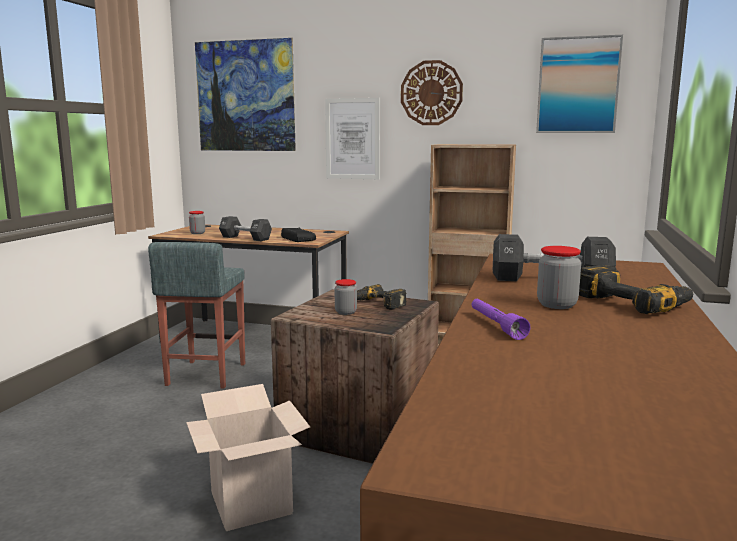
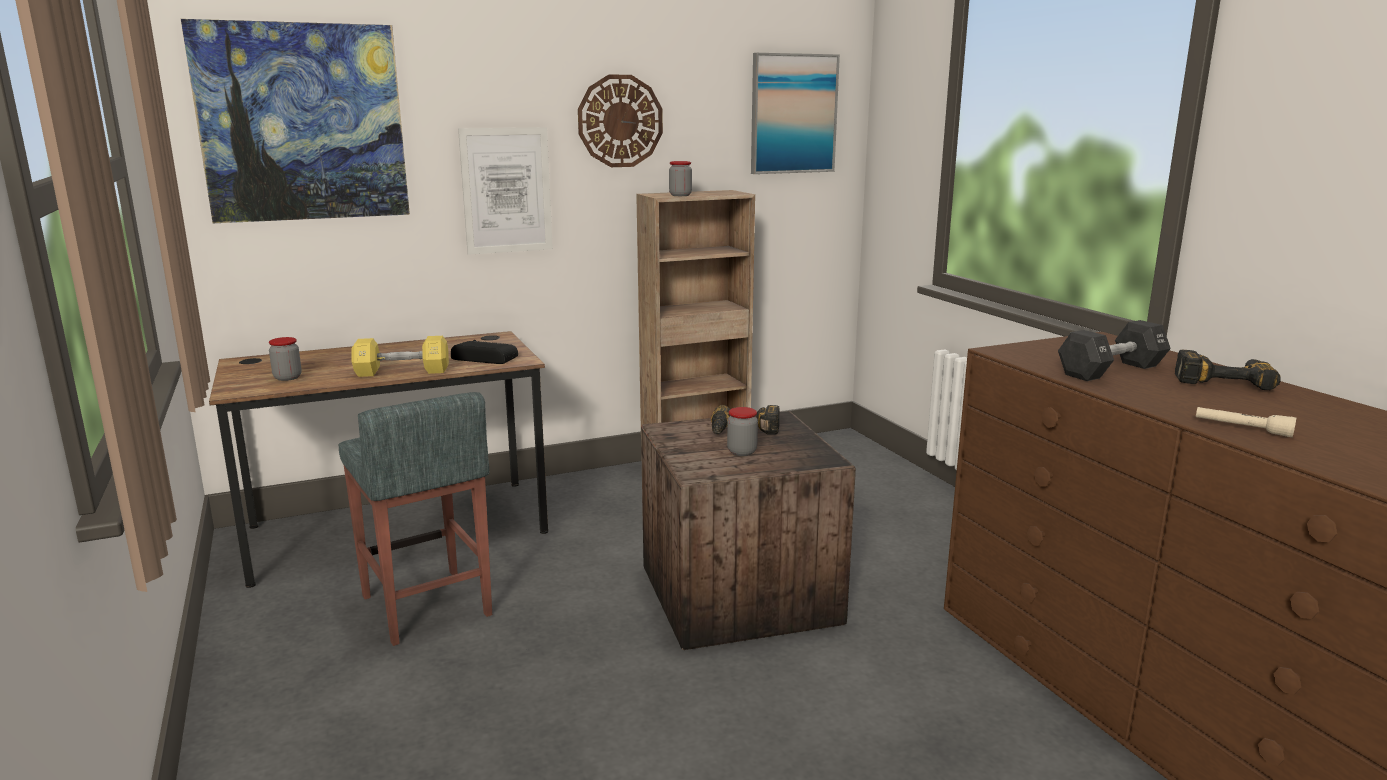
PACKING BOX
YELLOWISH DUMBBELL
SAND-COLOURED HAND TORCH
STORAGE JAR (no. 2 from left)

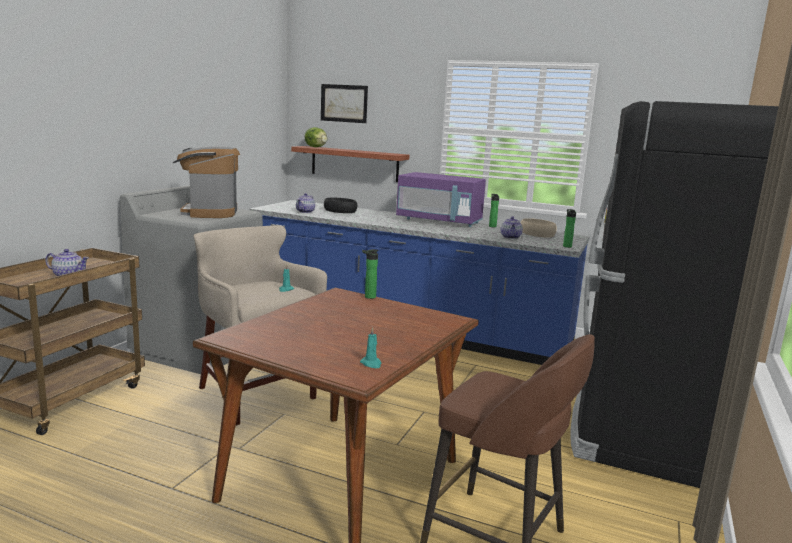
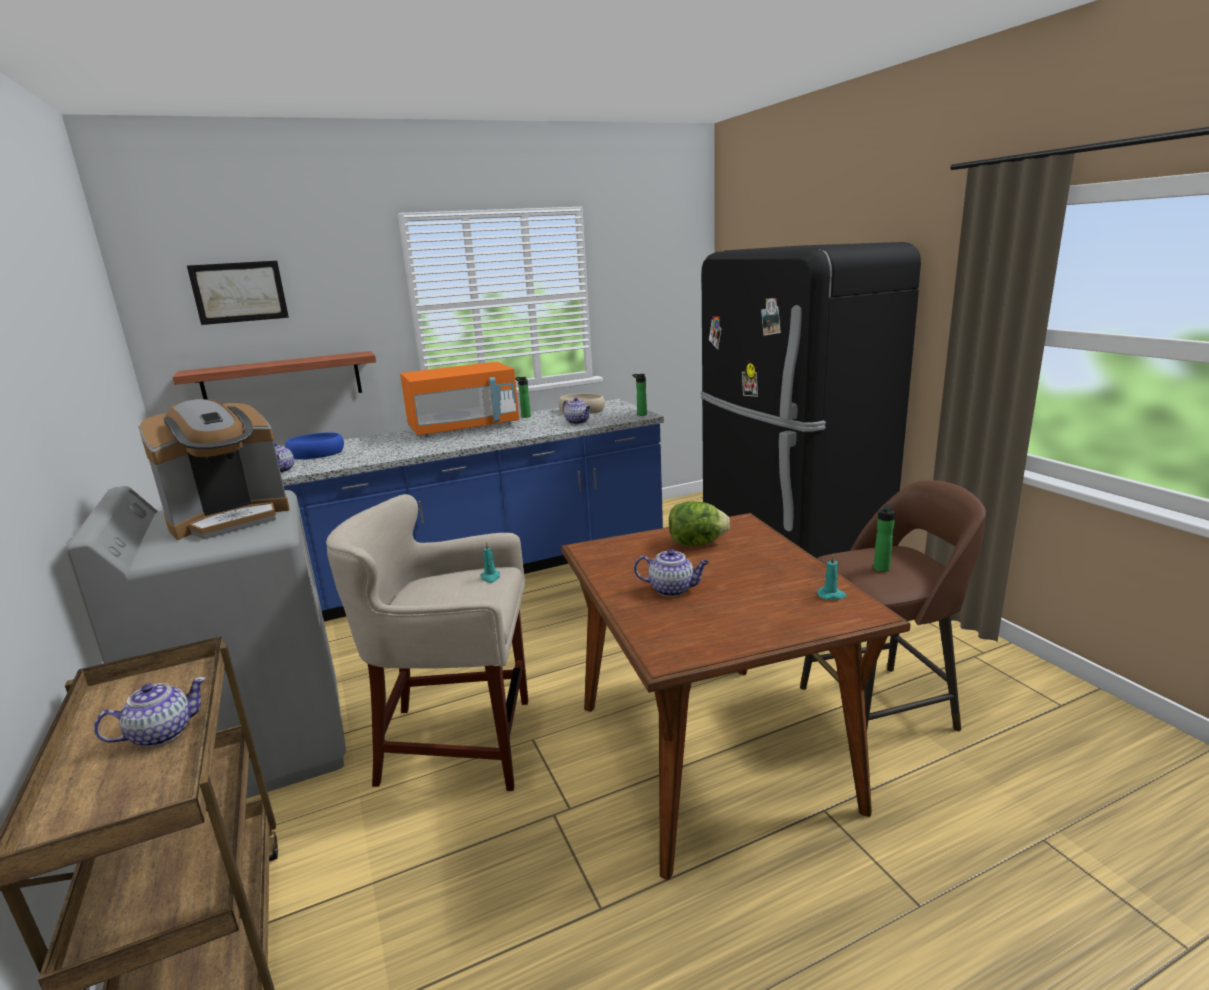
COFFEE MAKER
LETTUCE
BLUE BOWL
BEVERAGE BOTTLE (no. 3 from left)
ORANGE-COLOURED KITCHEN MICROWAVE
TEA POT (no. 4 from left)

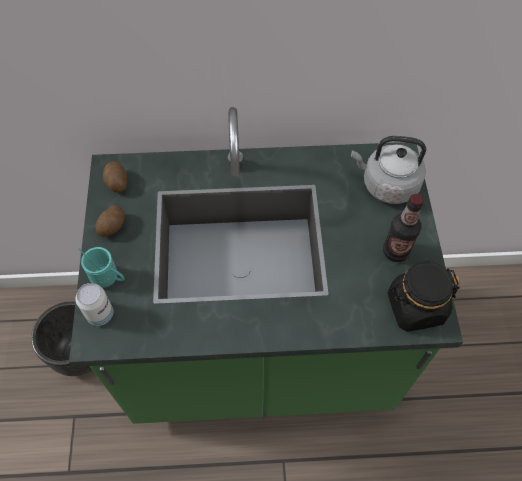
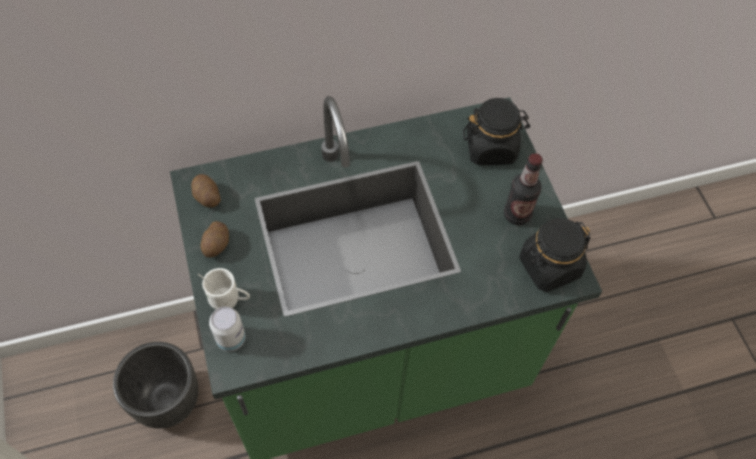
WHITE-COLOURED COFFEE MUG
BLACK STORAGE JAR (no. 1 from left)

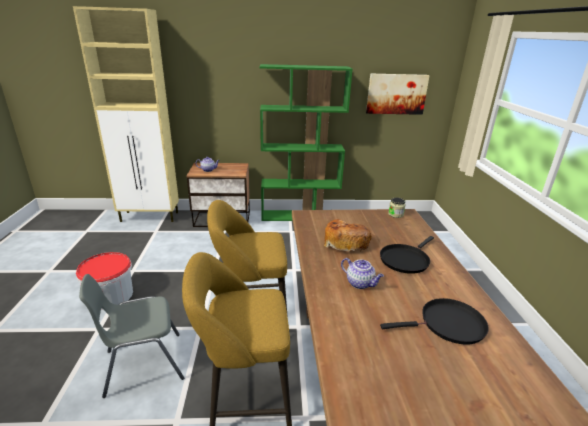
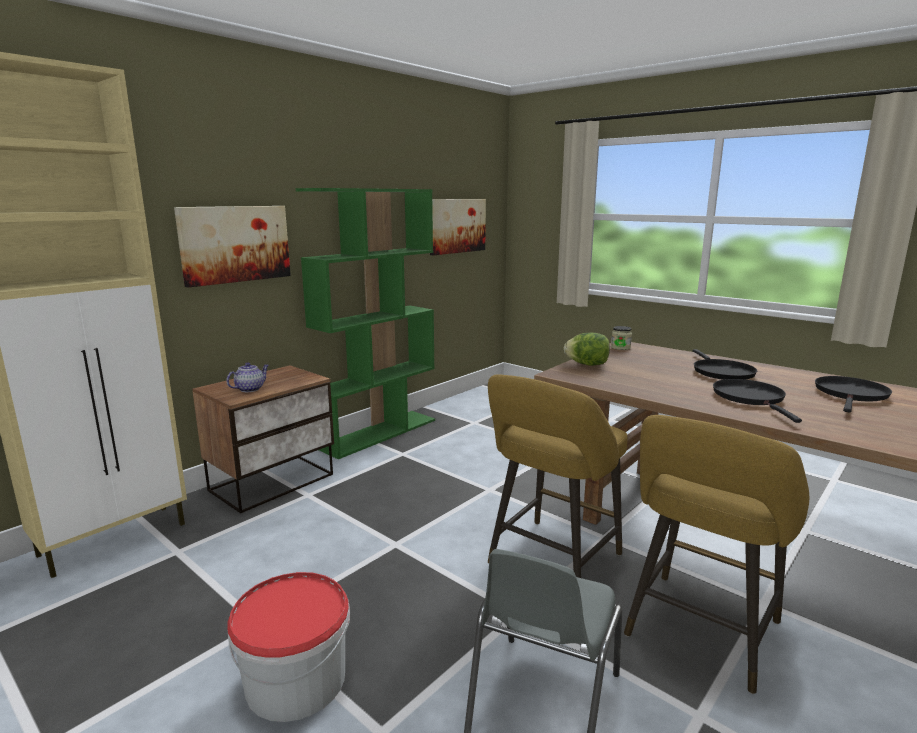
BAKED BREAD
BLACK PAN (no. 2 from left)
WALL PICTURE (no. 1 from left)
LETTUCE

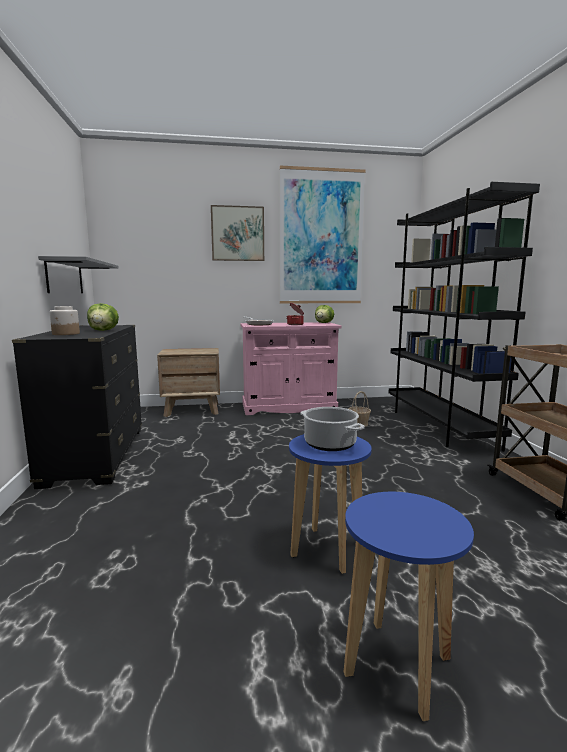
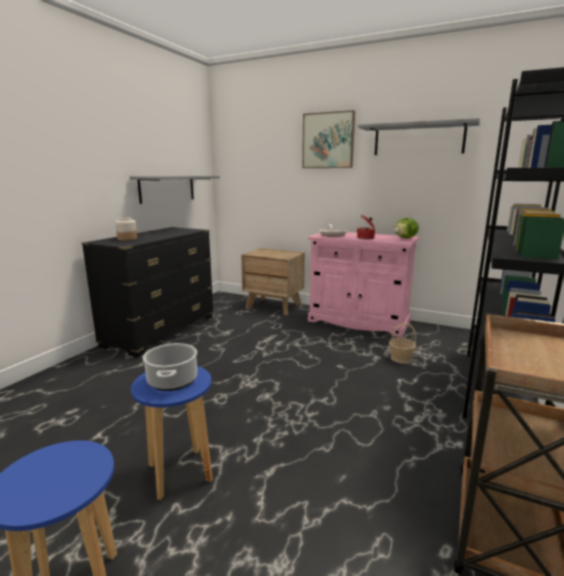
LETTUCE (no. 1 from left in the first image)
GREY SHELF (no. 2 from left)

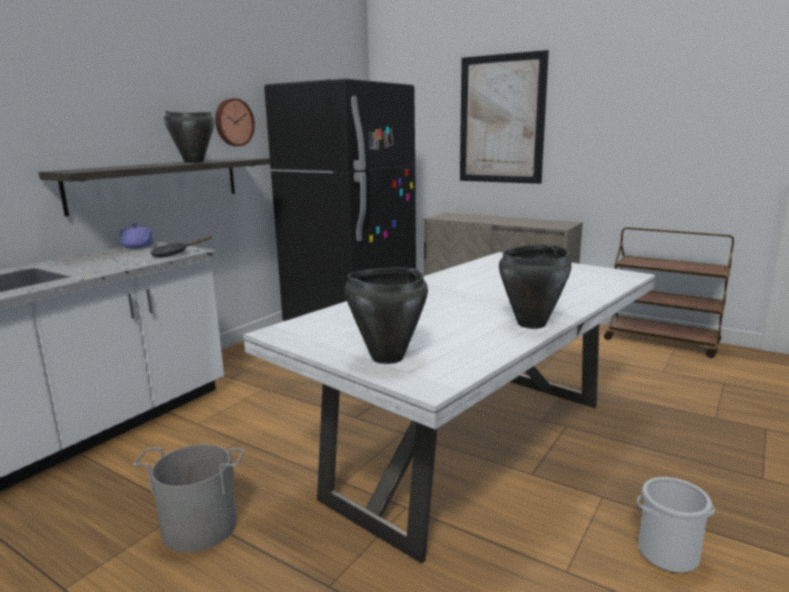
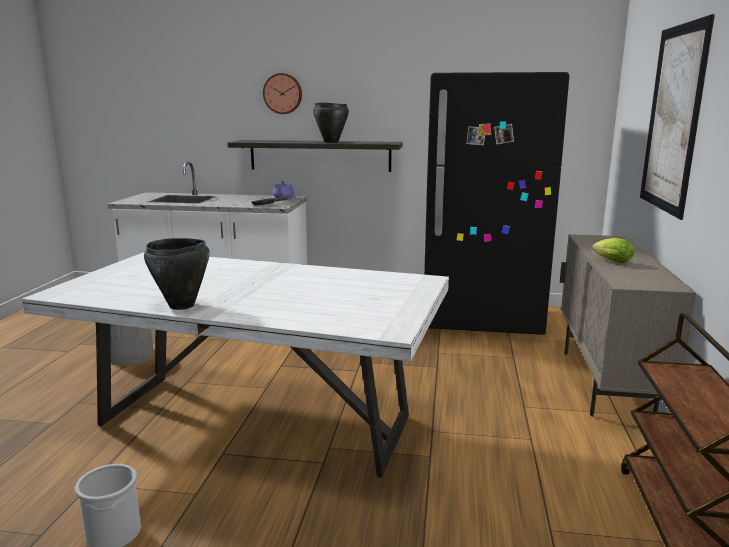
WALL CLOCK
BLACK STOCKPOT (no. 2 from left in the first image)
LETTUCE

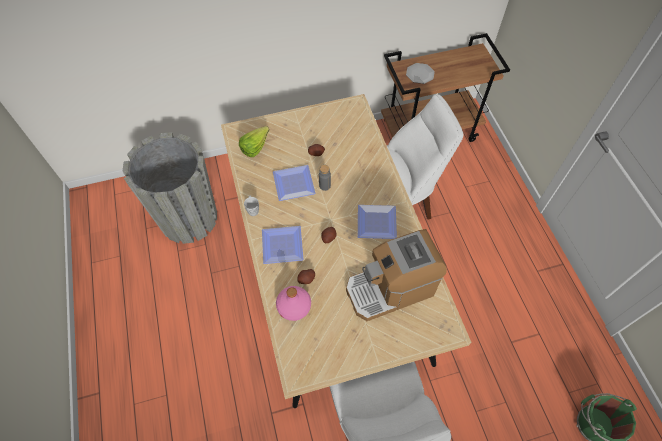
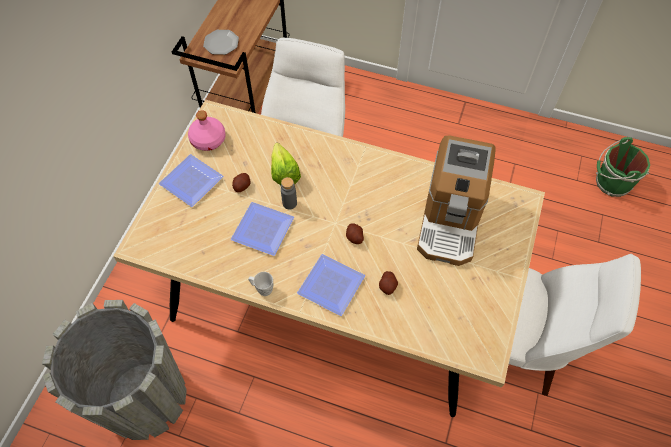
LETTUCE
PINK-COLOURED BEVERAGE BOTTLE
DINNER PLATE (no. 1 from left)

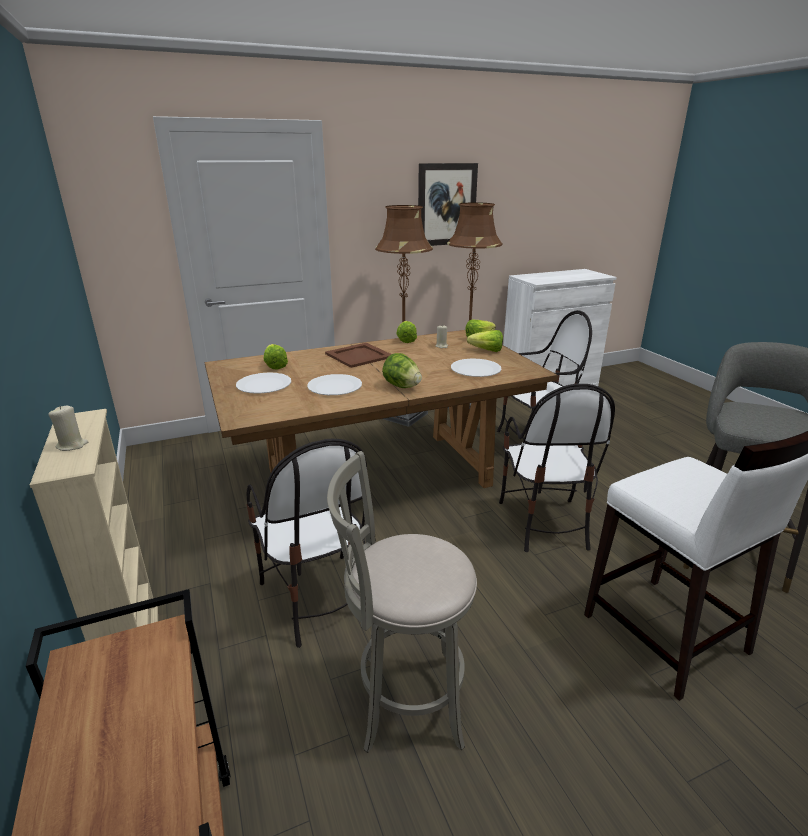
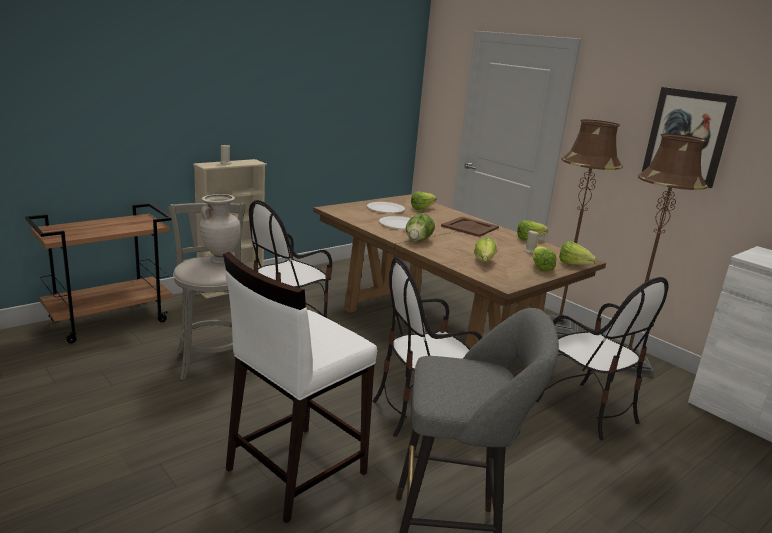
LETTUCE (no. 3 from left)
SAND-COLOURED DECORATIVE VASE

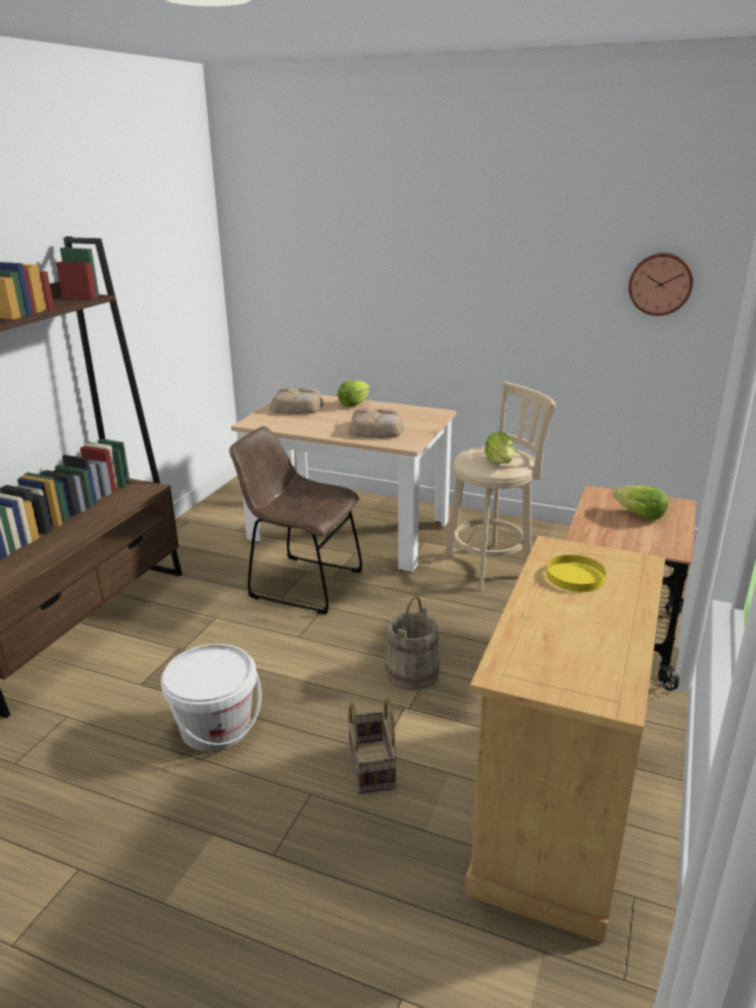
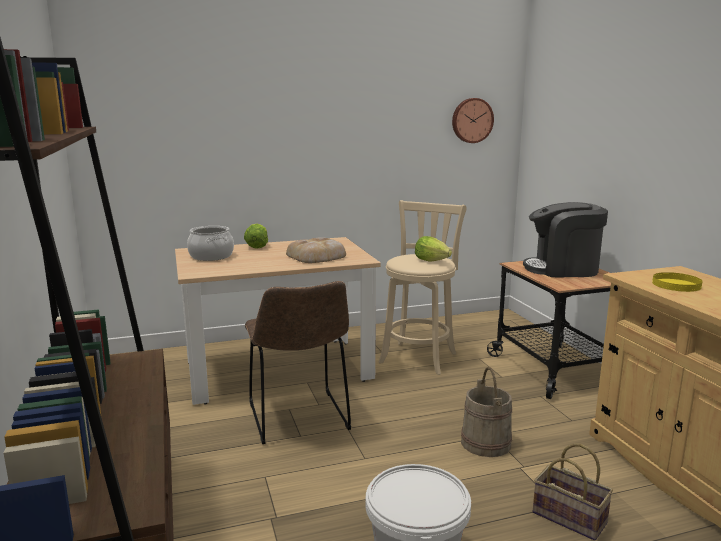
BROWN CHAIR
STOCKPOT
COFFEE MAKER

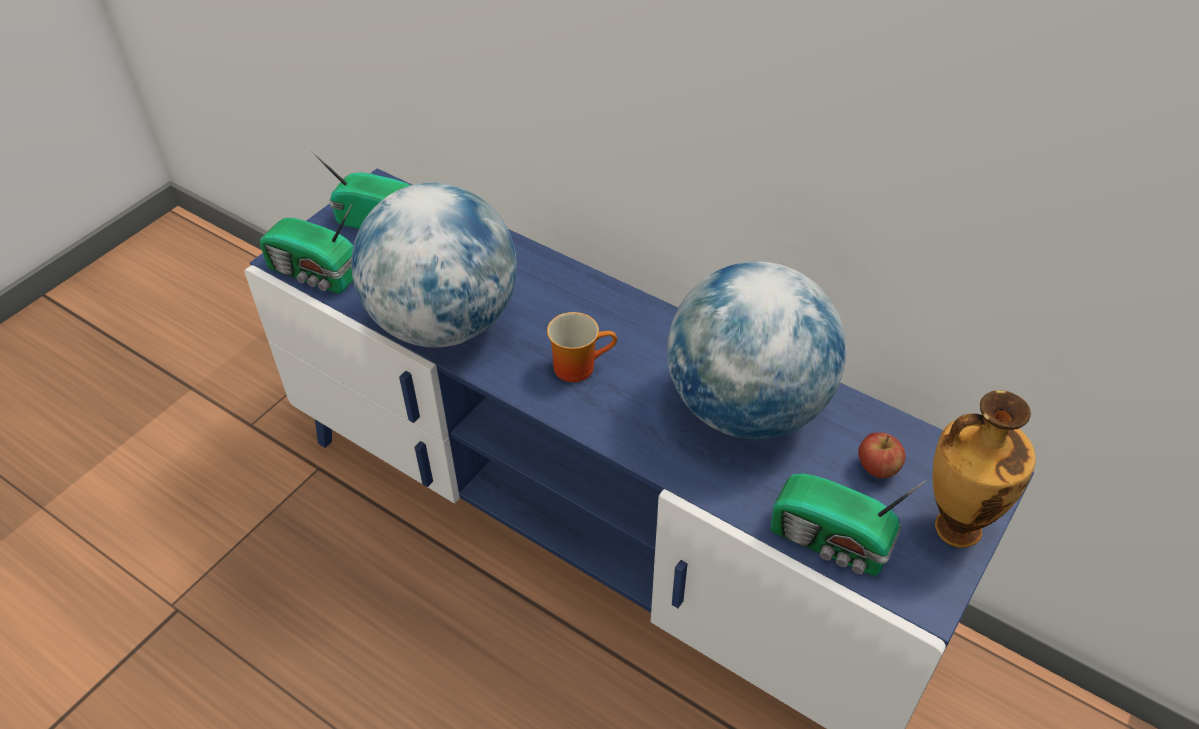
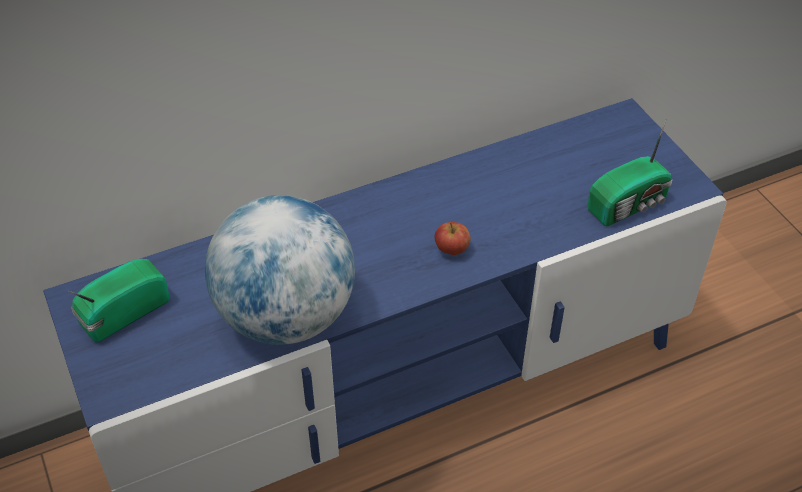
RADIO (no. 1 from left in the first image)
COFFEE MUG
WORLD GLOBE (no. 2 from left in the first image)
APPLE FRUIT
DECORATIVE VASE

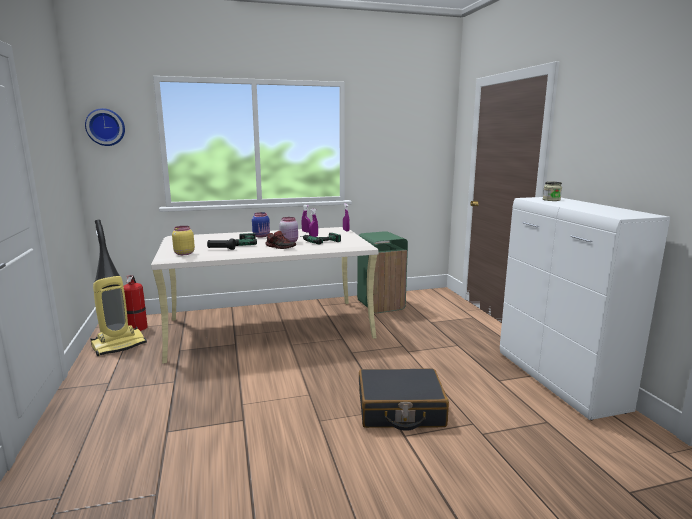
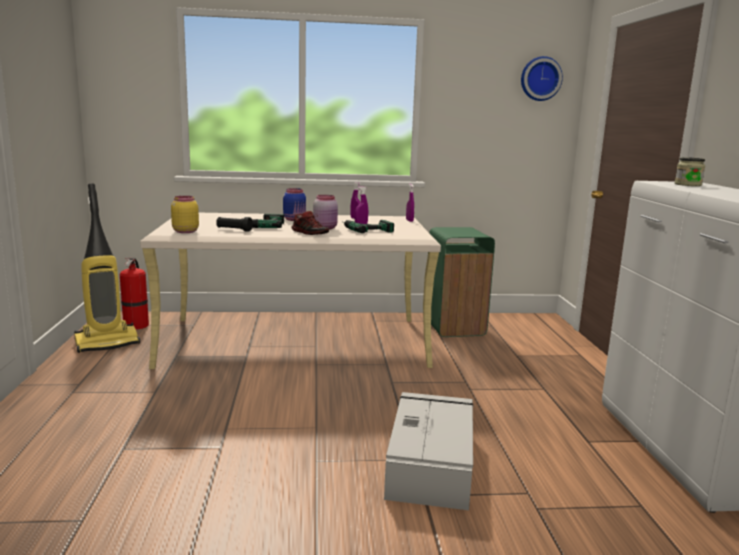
WALL CLOCK
GREY STORAGE CONTAINER

